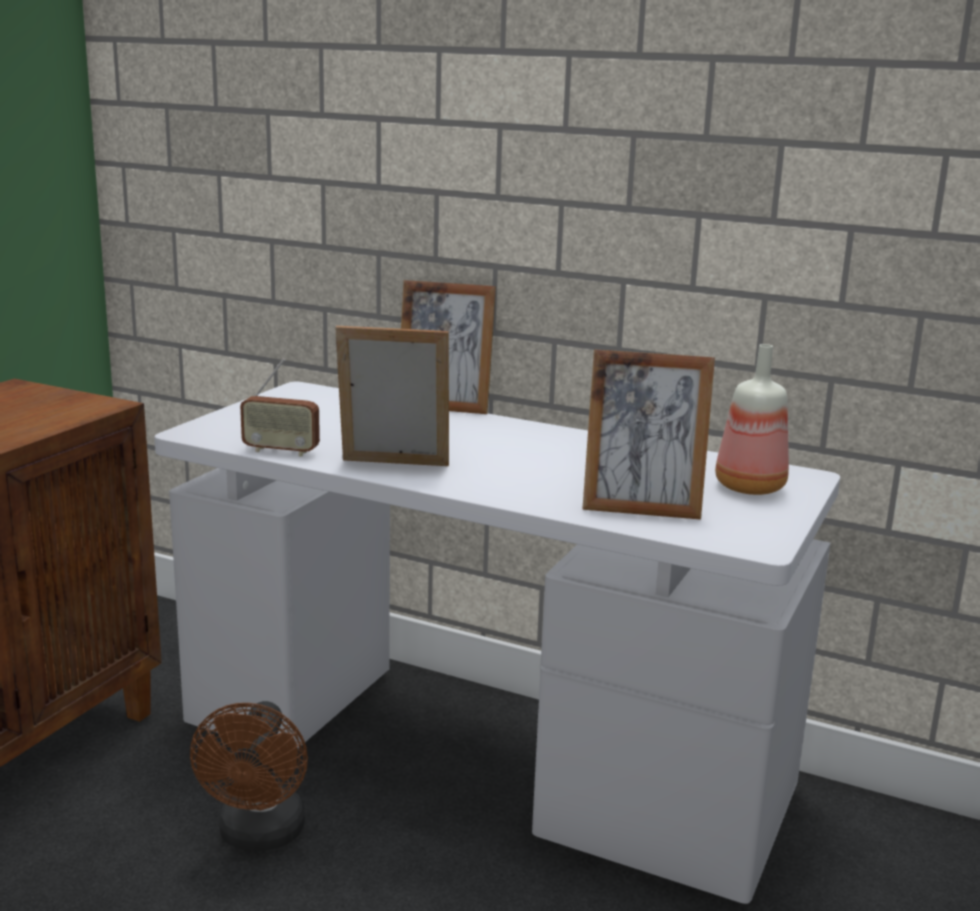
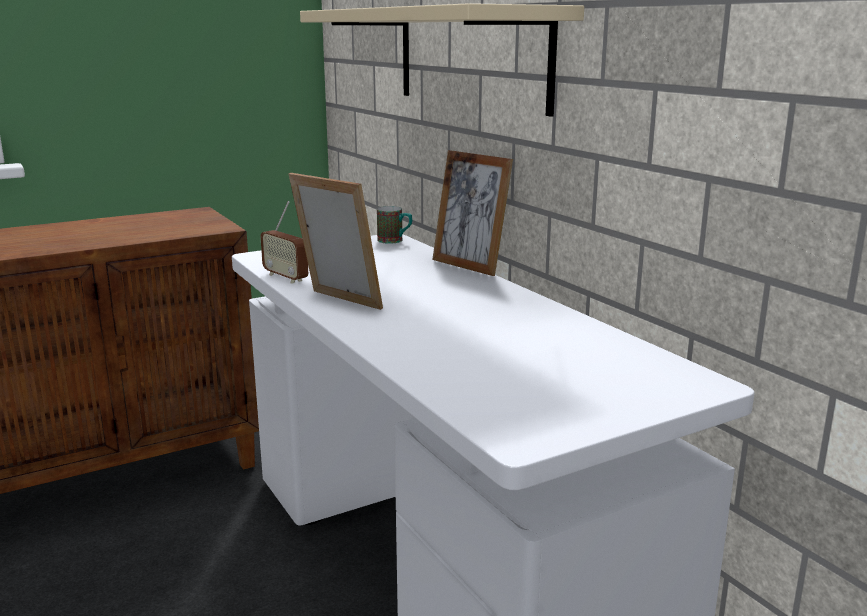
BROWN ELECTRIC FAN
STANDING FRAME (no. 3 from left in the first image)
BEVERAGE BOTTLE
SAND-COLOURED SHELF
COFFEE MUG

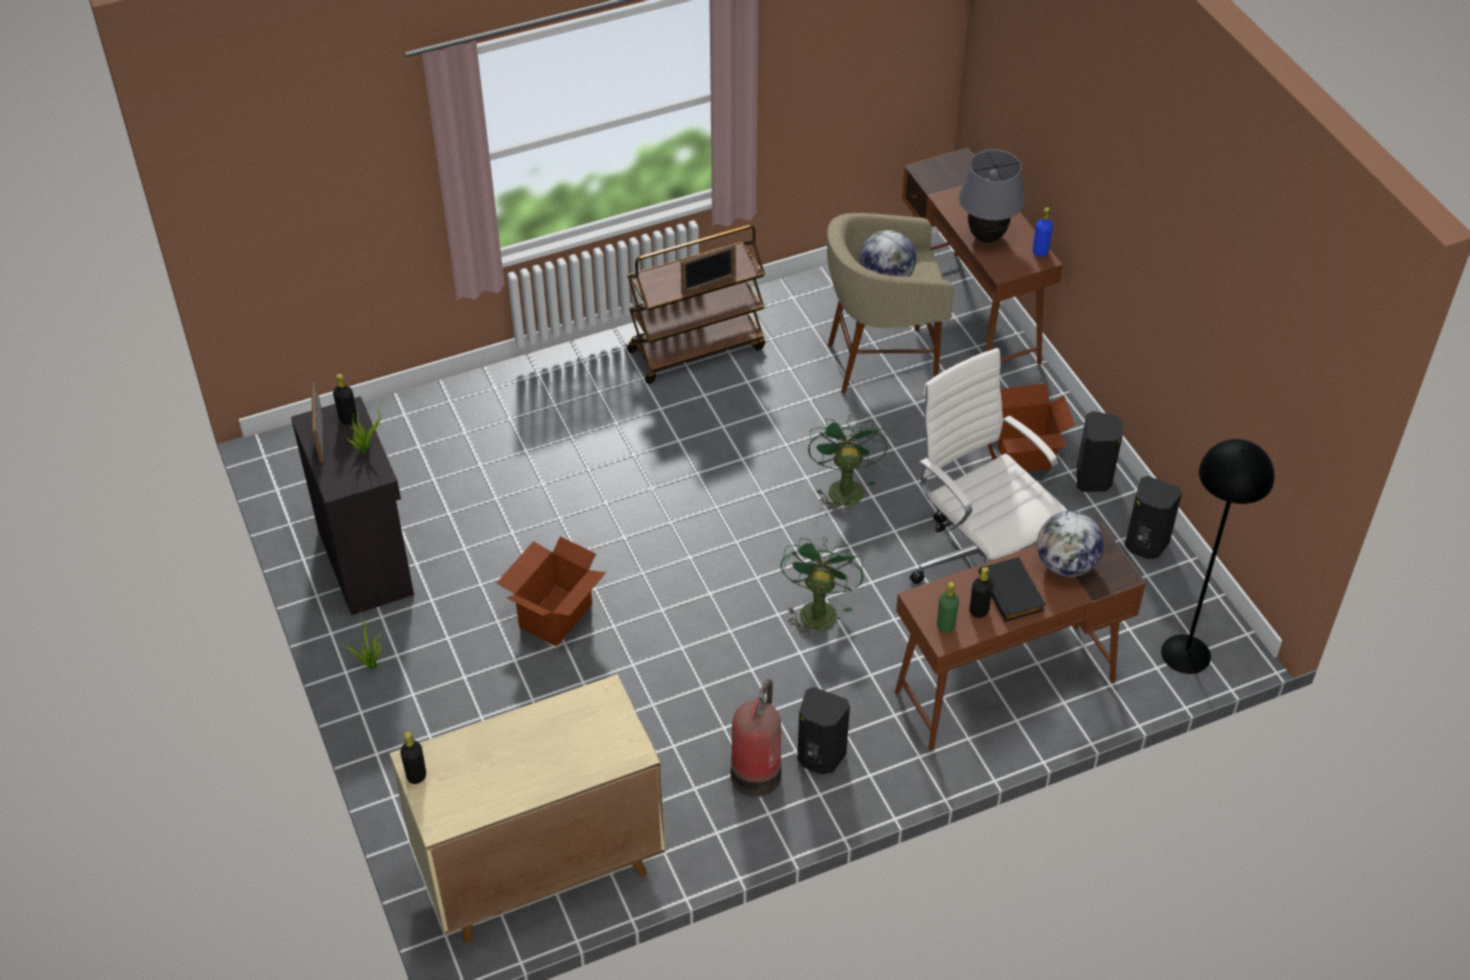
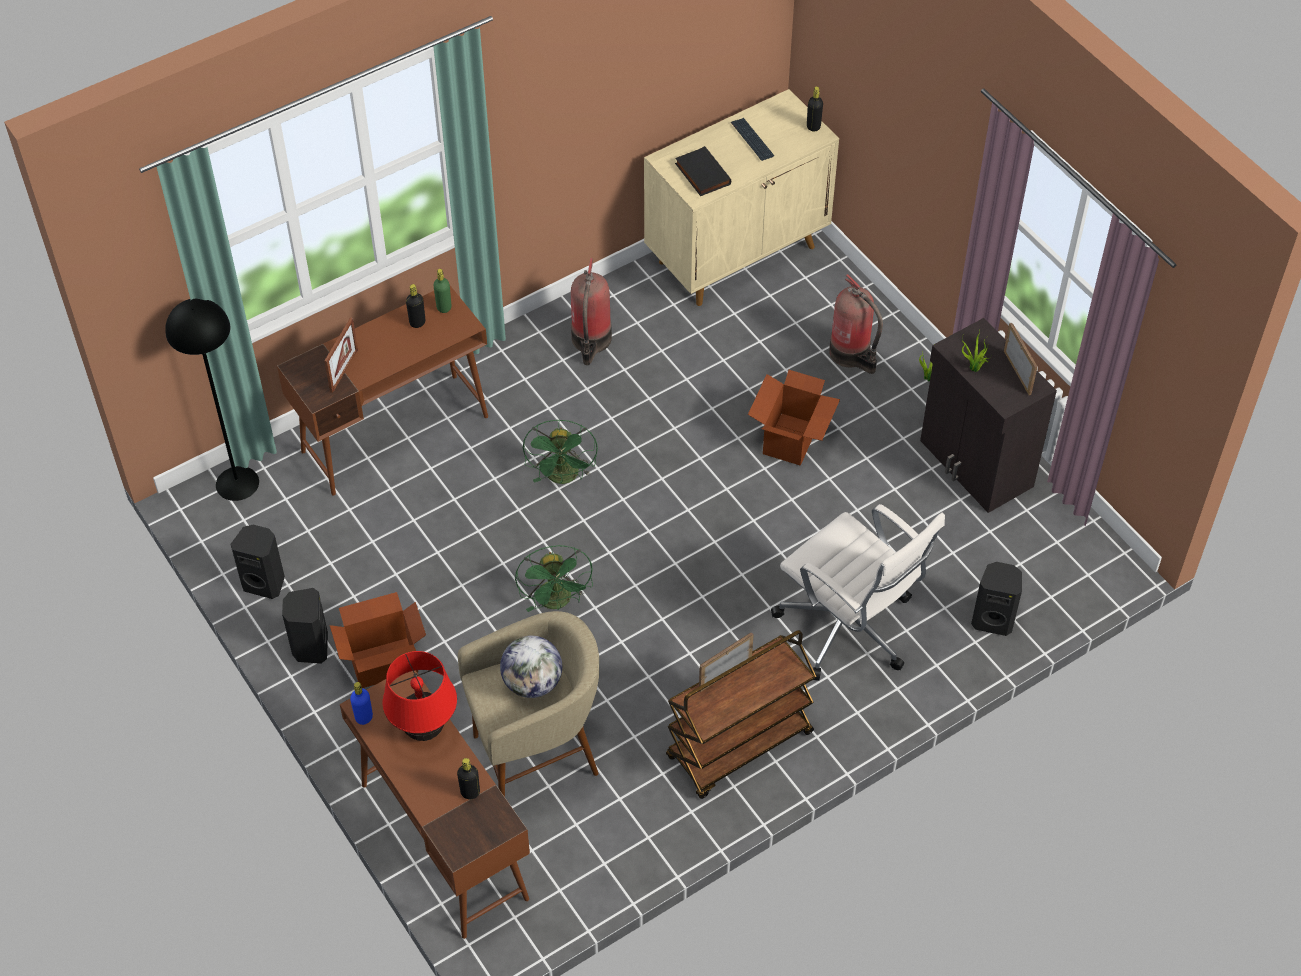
BLACK BEVERAGE BOTTLE (no. 2 from left)
BLACK SPEAKER (no. 3 from left)
WHITE-COLOURED COMPUTER CHAIR
REDDISH TABLE LAMP
BLACK VOLUME
STANDING FRAME (no. 1 from left)
COMPUTER KEYBOARD
FIRE-FIGHTING CYLINDER (no. 2 from left)

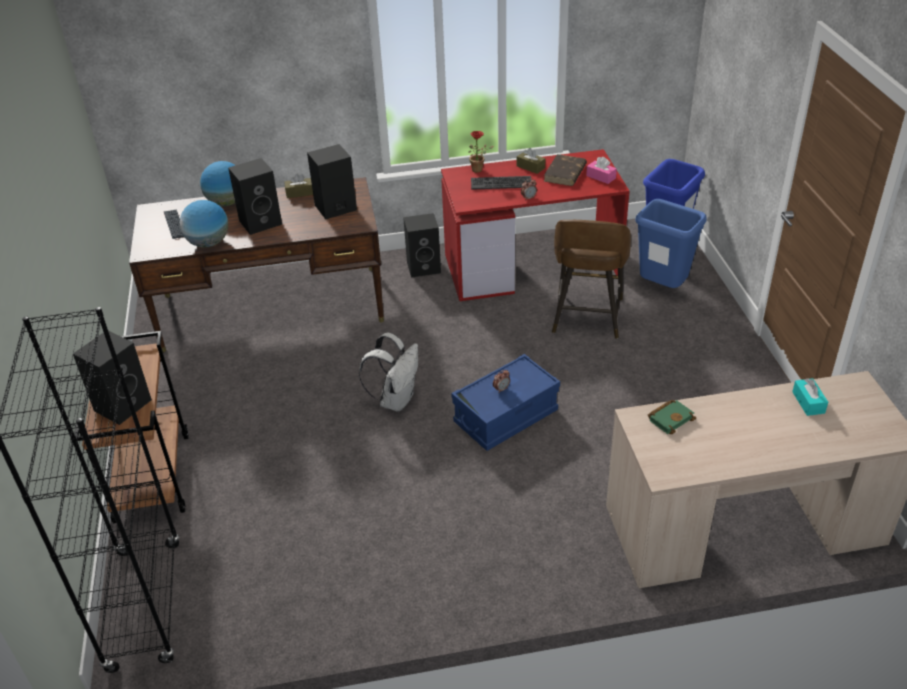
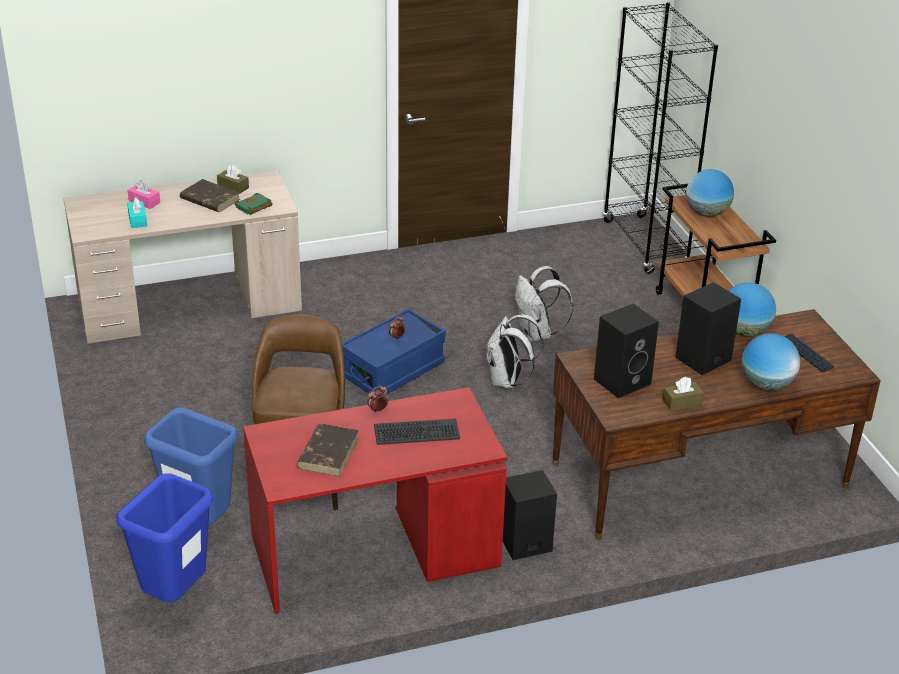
WORLD GLOBE (no. 1 from left)
POTTED PLANT
BROWN TISSUE HOLDER (no. 1 from left)
PINK-COLOURED TISSUE HOLDER
BROWN VOLUME (no. 1 from left)
WHITE-COLOURED RUCKSACK (no. 2 from left)

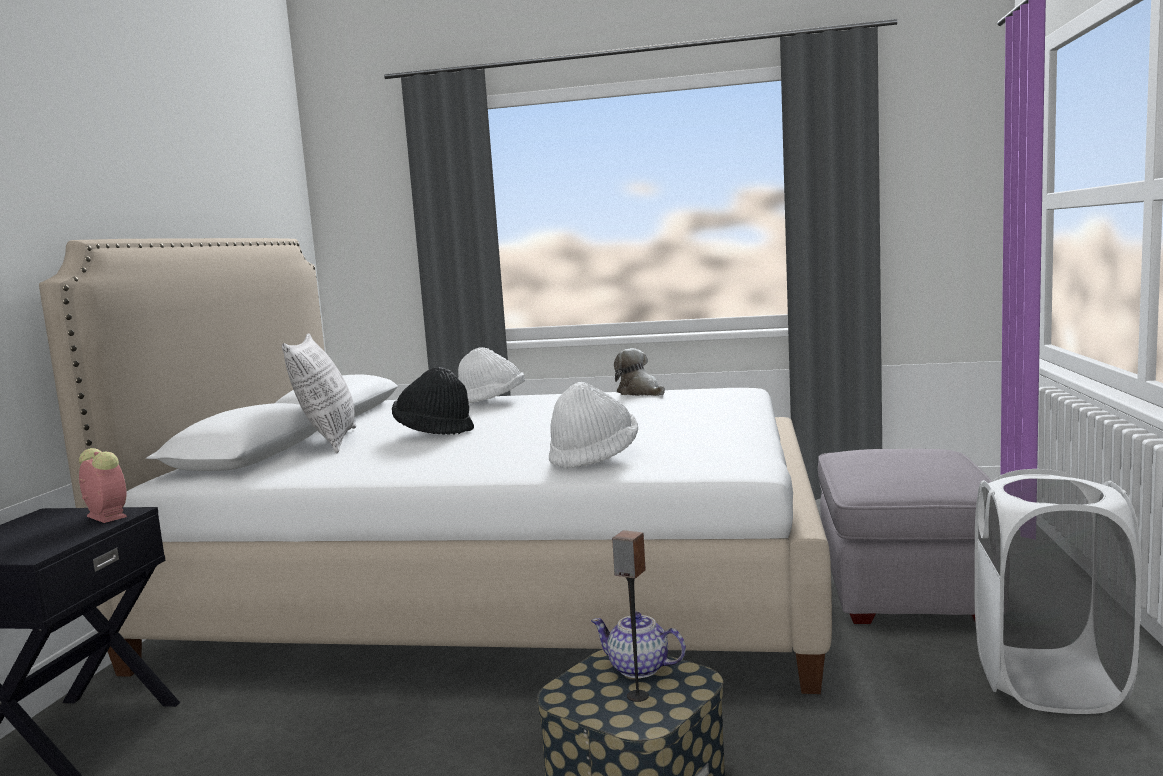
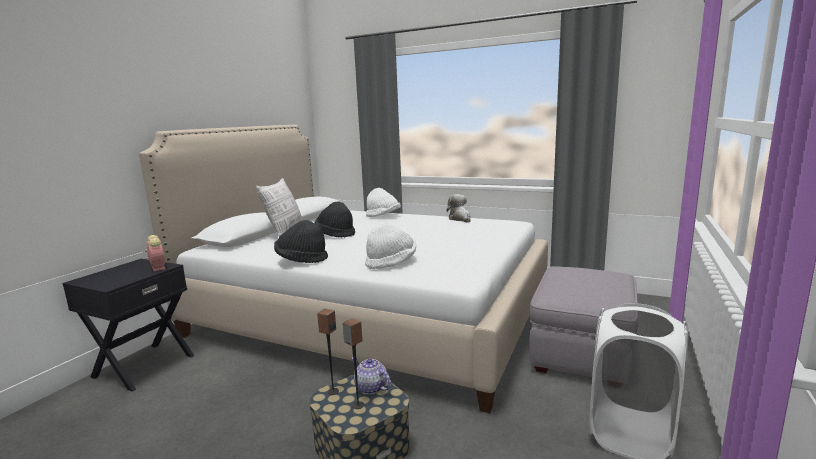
BLACK HAT (no. 1 from left)
SPEAKER (no. 1 from left)

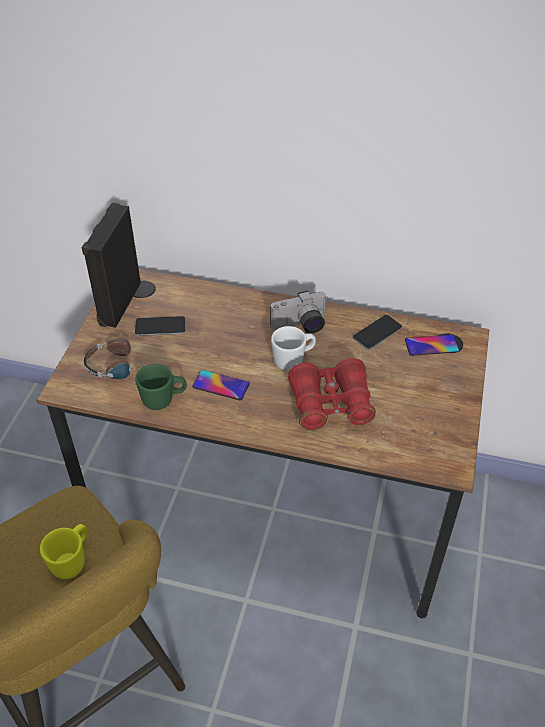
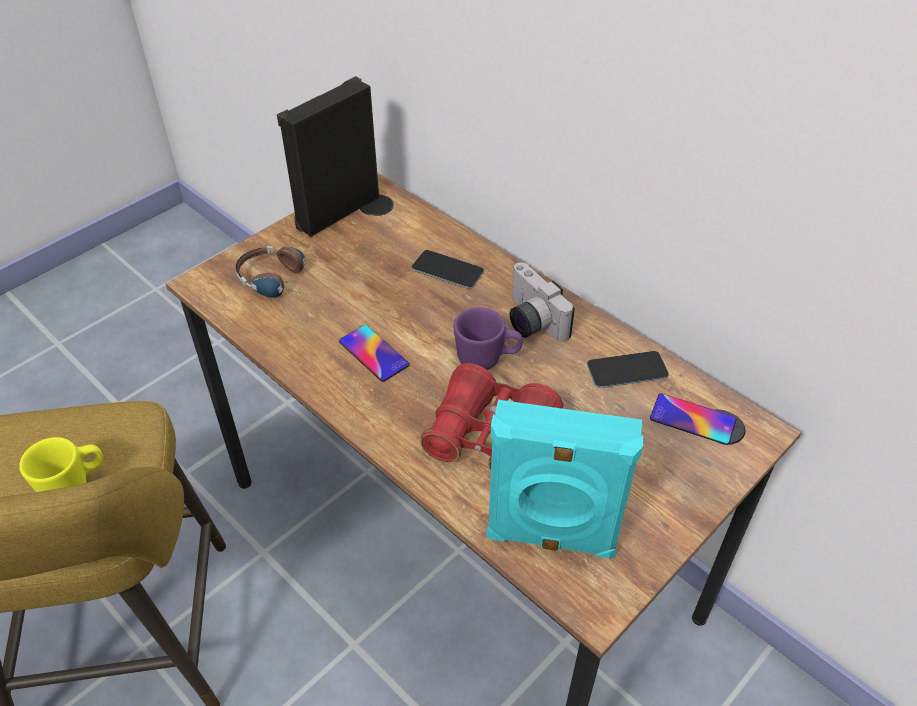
TELEPHONE (no. 2 from left)
GREEN COFFEE MUG
STILL CAMERA
PURPLE COFFEE MUG
TURQUOISE-COLOURED SPEAKER

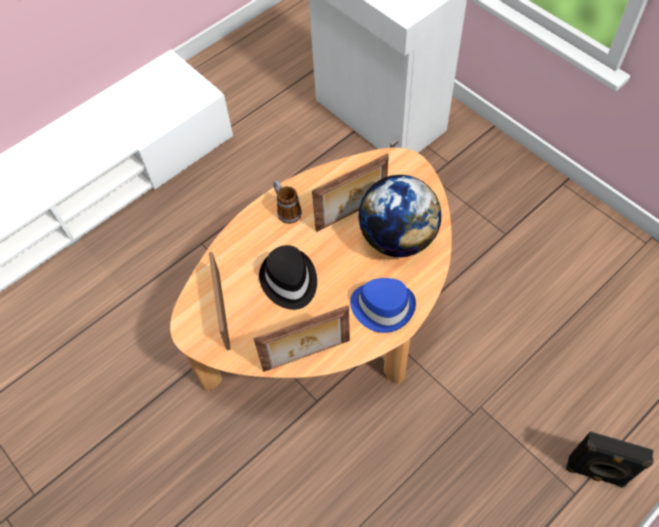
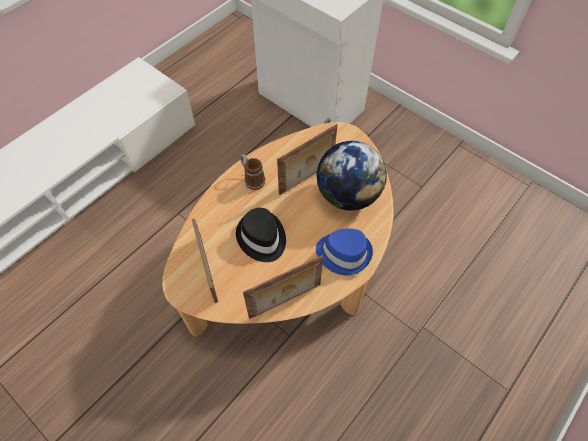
BLACK SPEAKER

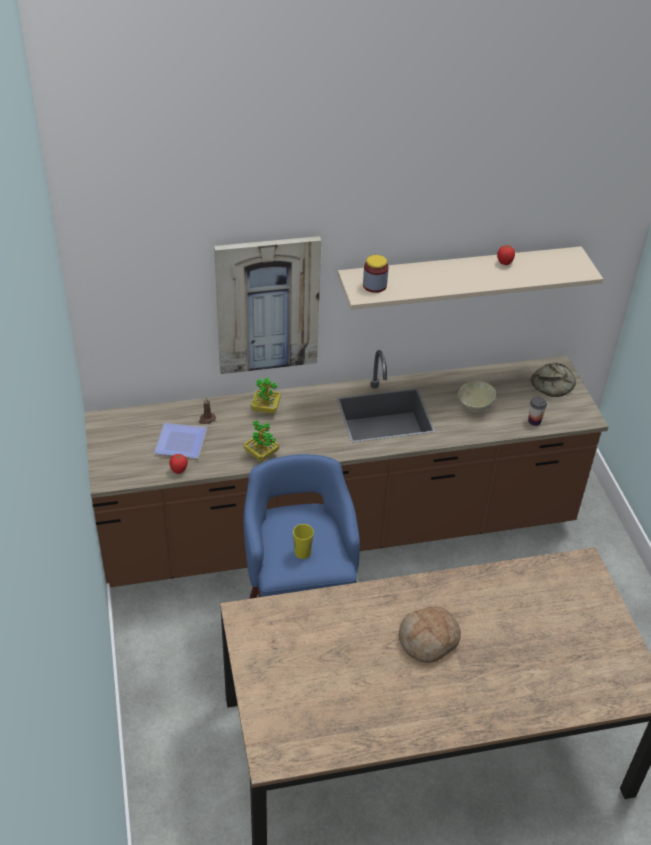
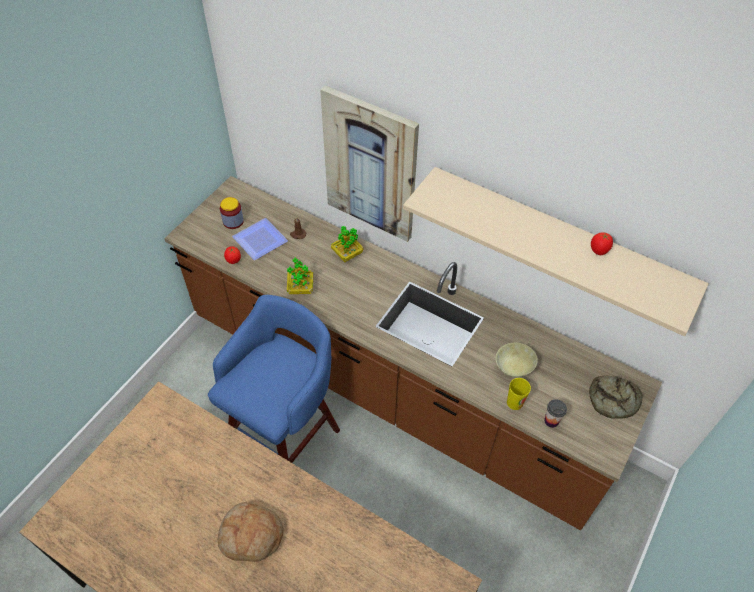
DRINKING CUP (no. 1 from left)
STORAGE JAR

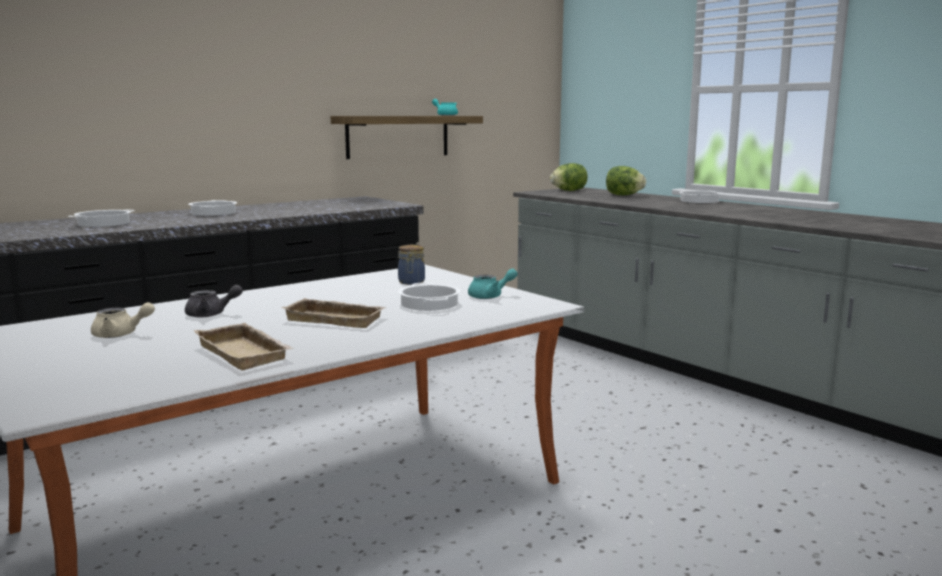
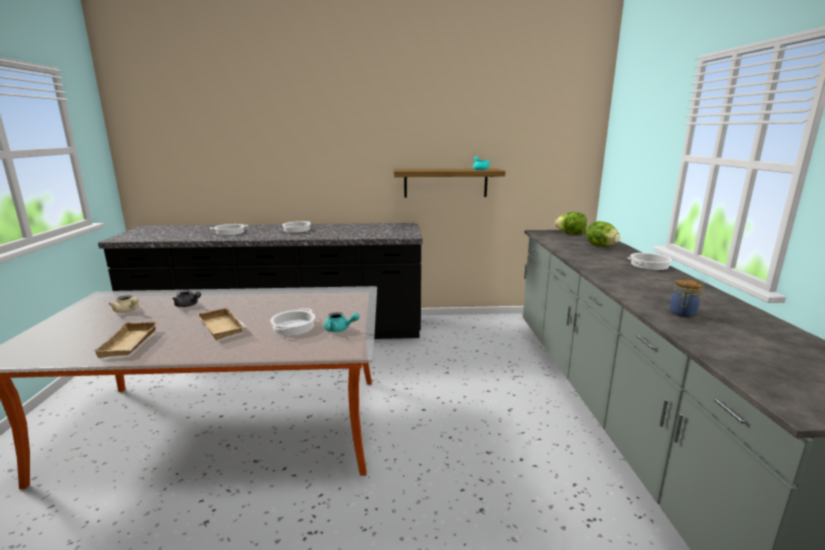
STORAGE JAR

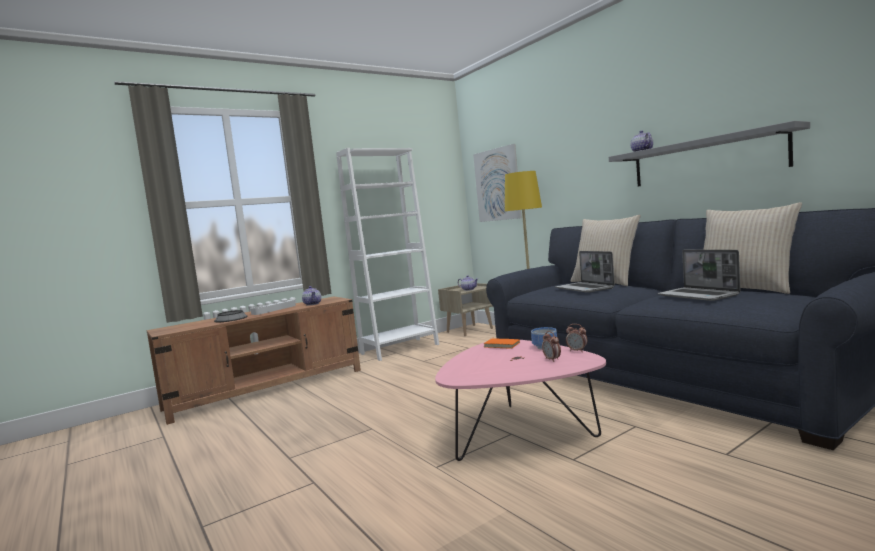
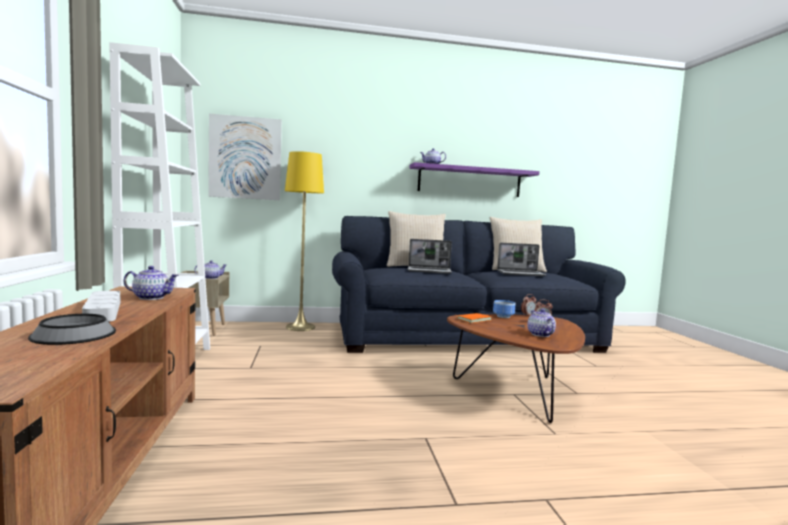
BROWN LOW TABLE
PURPLE SHELF
TEA POT (no. 4 from left)

